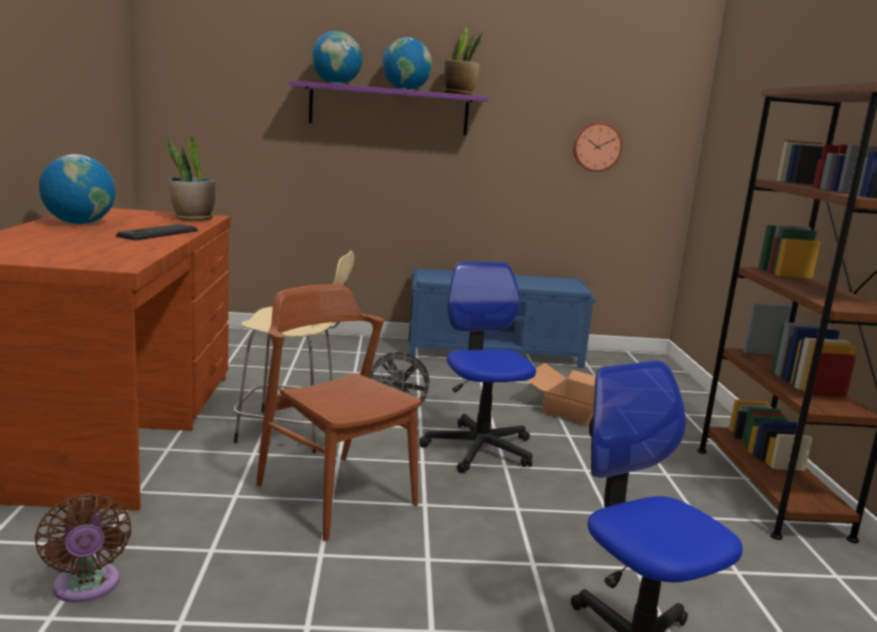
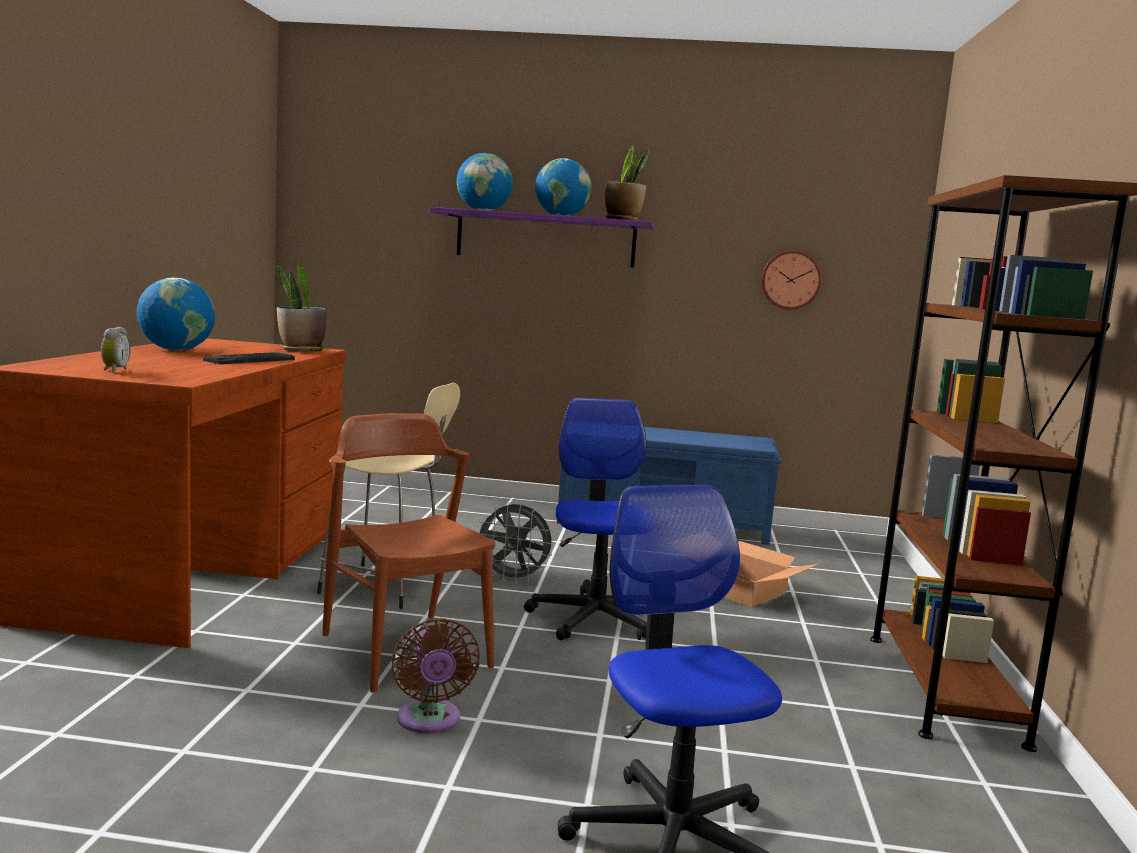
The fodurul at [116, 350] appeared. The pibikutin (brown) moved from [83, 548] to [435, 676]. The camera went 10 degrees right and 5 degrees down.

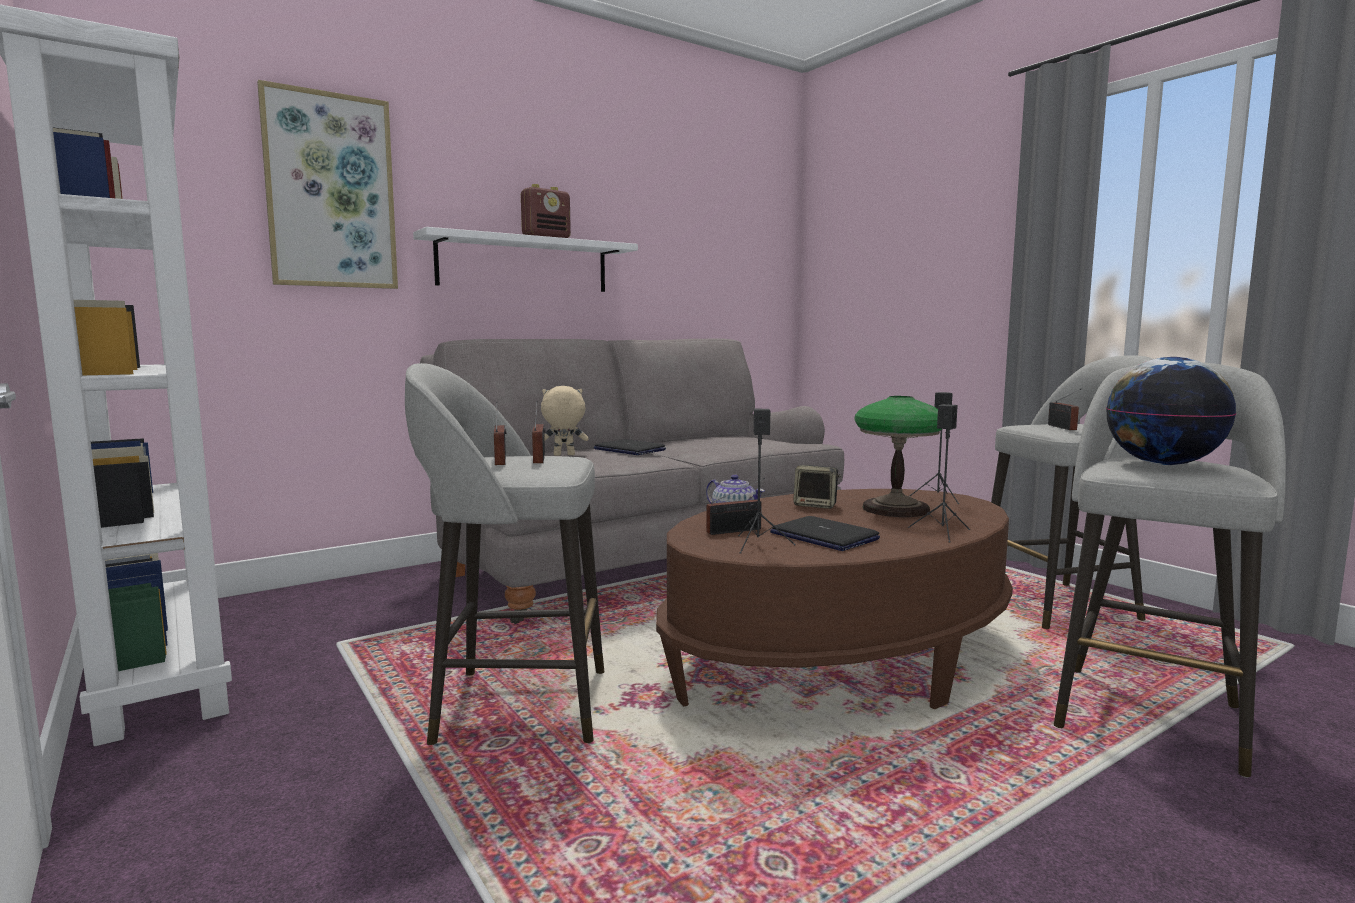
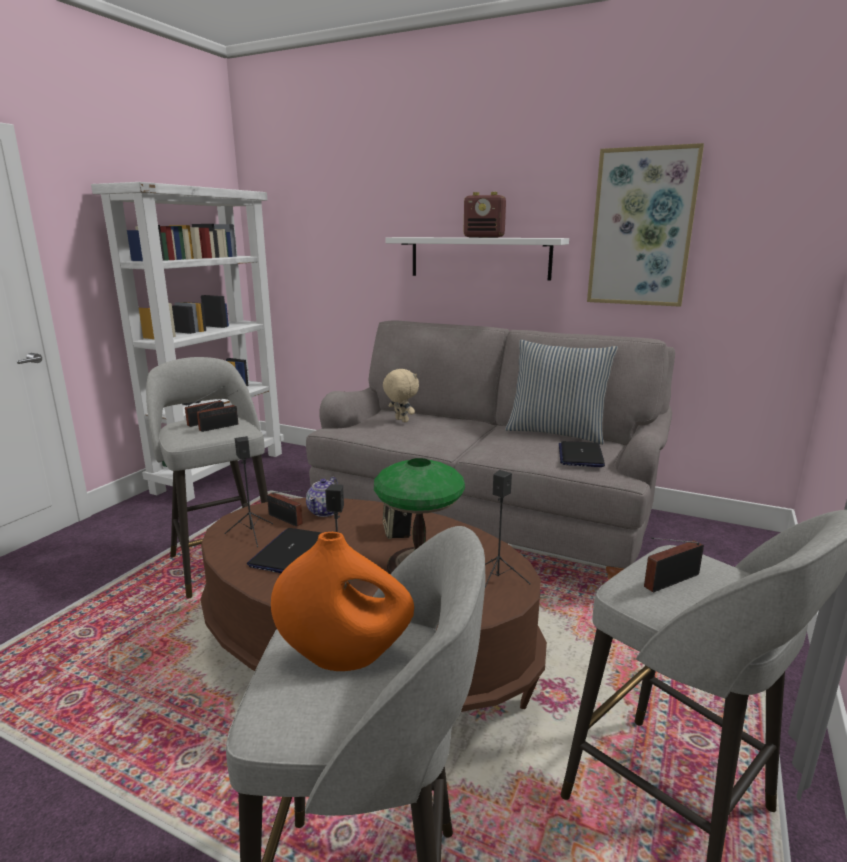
The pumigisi at [1171, 411] was replaced by the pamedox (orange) at [342, 601]. The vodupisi at [561, 392] appeared. The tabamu moved from [630, 447] to [582, 454]. The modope moved from [327, 184] to [645, 225]. The camera went 60 degrees right and 10 degrees up.

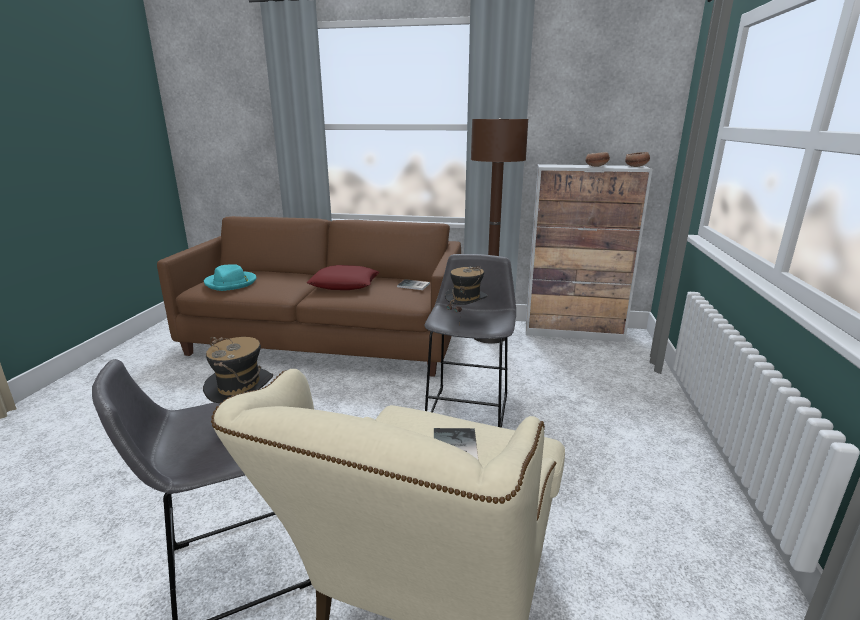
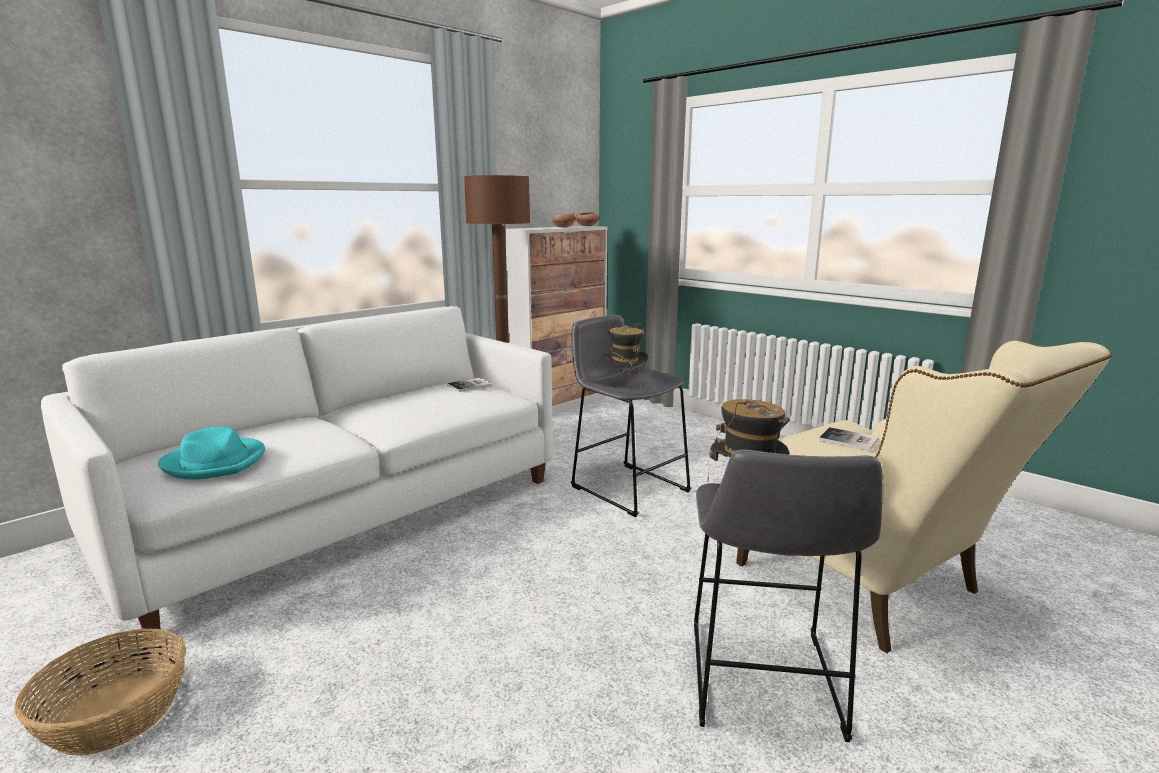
The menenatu at [100, 691] appeared. The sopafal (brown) at [309, 296] became the sopafal (white) at [297, 473]. The vodupisi (red) at [343, 277] disappeared. The camera went 55 degrees left and 5 degrees down.

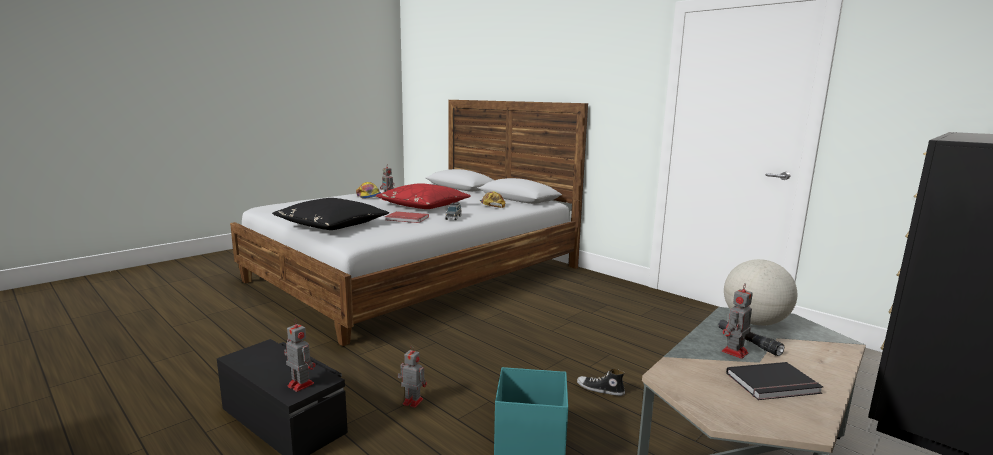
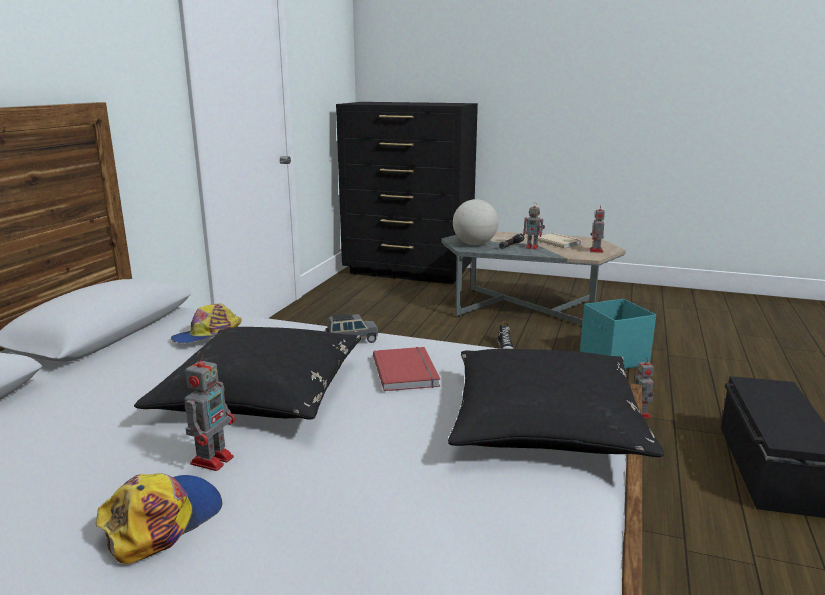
The vodupisi (red) at [423, 196] became the vodupisi (black) at [247, 373]. The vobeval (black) at [774, 381] became the vobeval (beige) at [560, 240]. The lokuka moved from [299, 356] to [597, 229]. The camera went 115 degrees left and 5 degrees up.

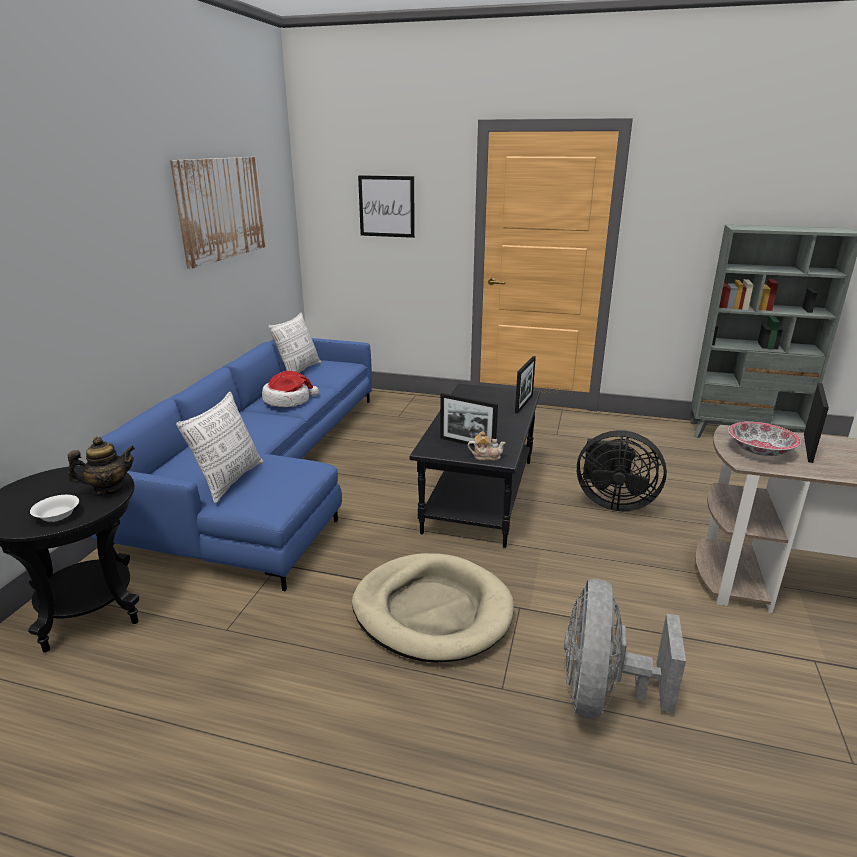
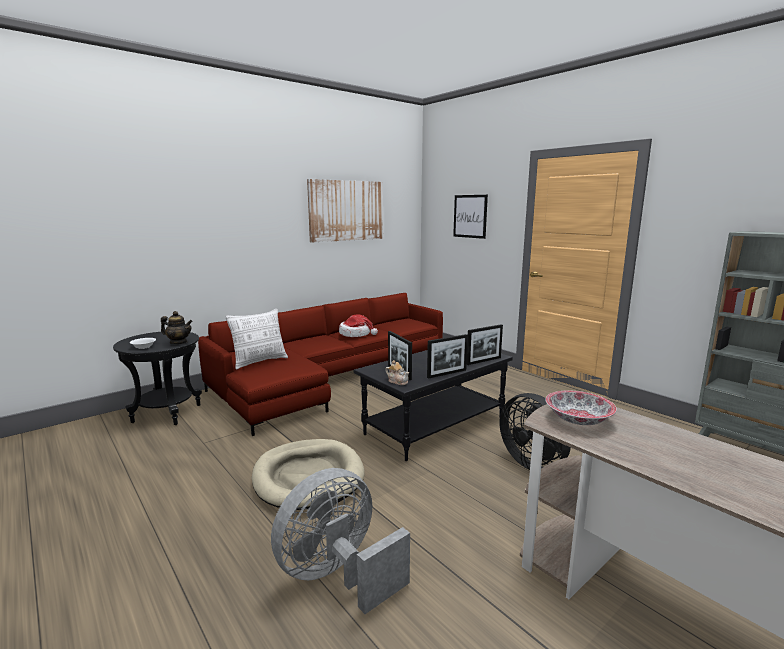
The sopafal (blue) at [232, 464] became the sopafal (red) at [320, 364]. The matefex moved from [816, 423] to [447, 356]. The vodupisi at [294, 342] disappeared. The camera went 35 degrees right and 10 degrees down.

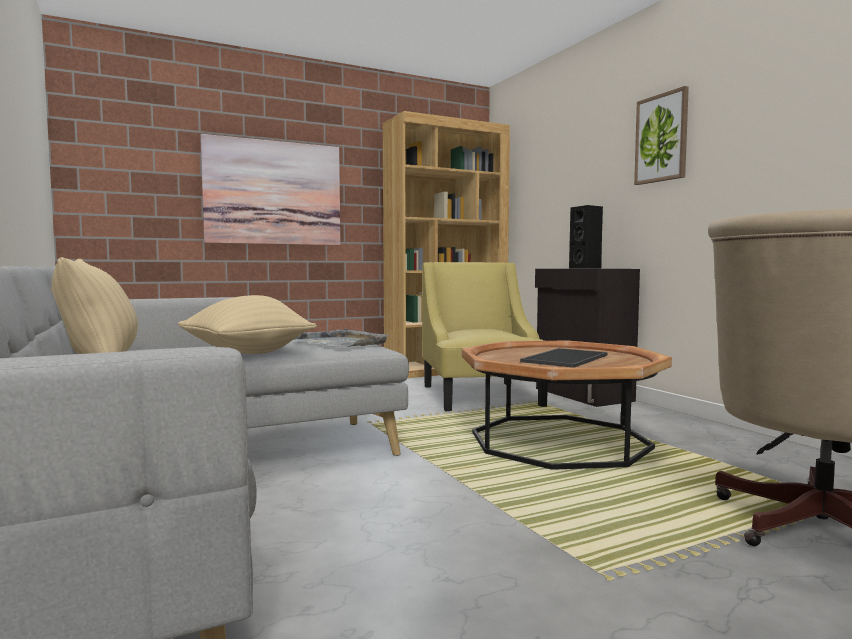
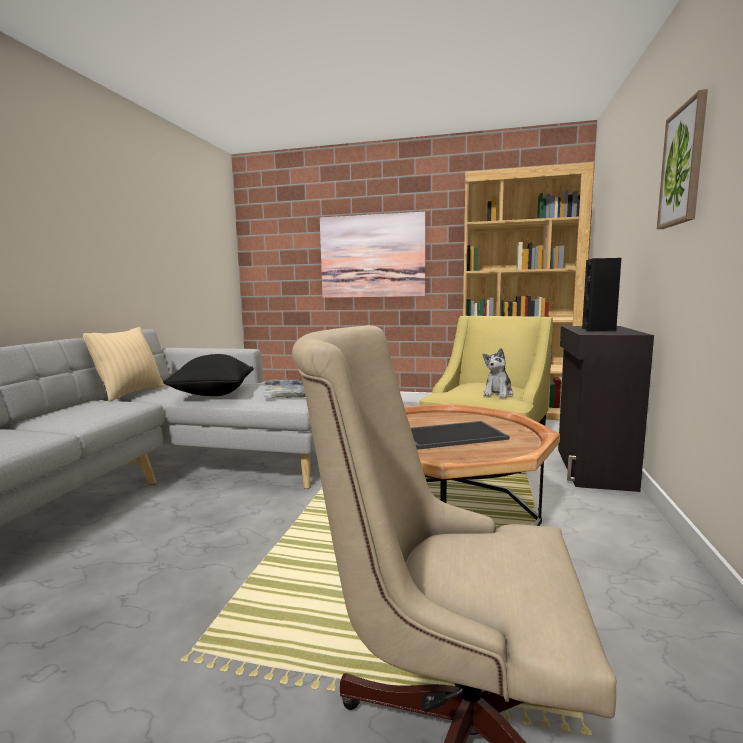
The vodupisi (beige) at [247, 324] became the vodupisi (black) at [208, 375]. The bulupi at [498, 373] appeared. The camera went 40 degrees right and 5 degrees up.

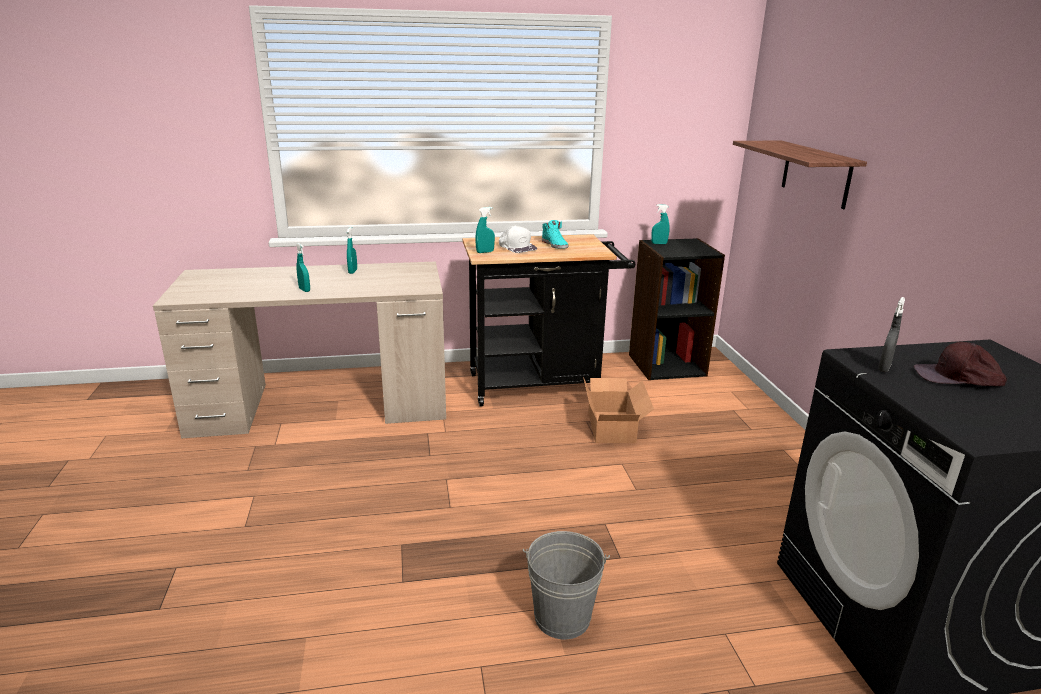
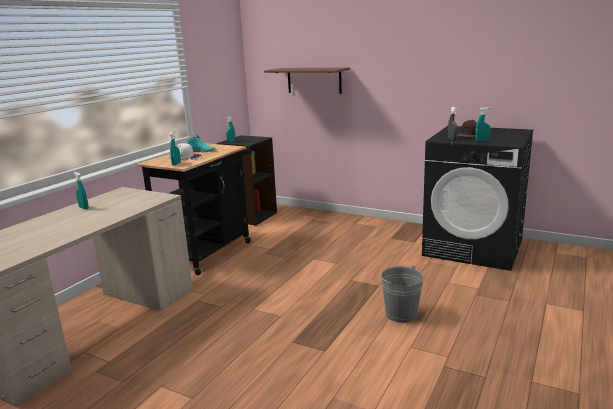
The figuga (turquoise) moved from [303, 267] to [483, 124]. The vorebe at [618, 410] disappeared. The camera went 50 degrees left and 5 degrees down.

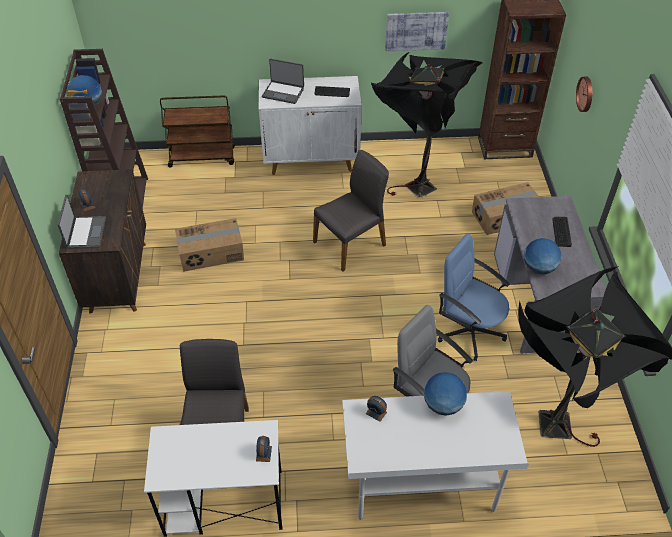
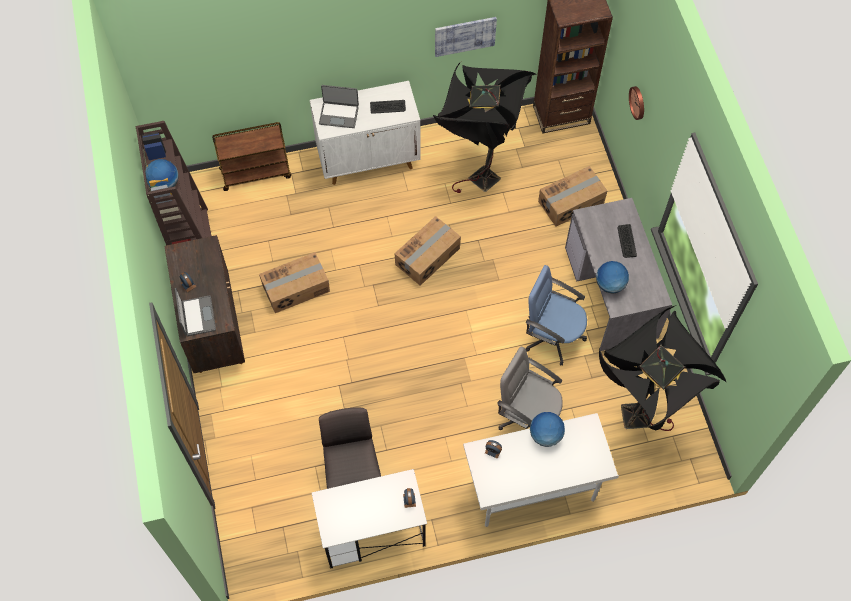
The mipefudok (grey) at [351, 211] was replaced by the vorebe at [427, 251]. The camera went 10 degrees left and 15 degrees up.

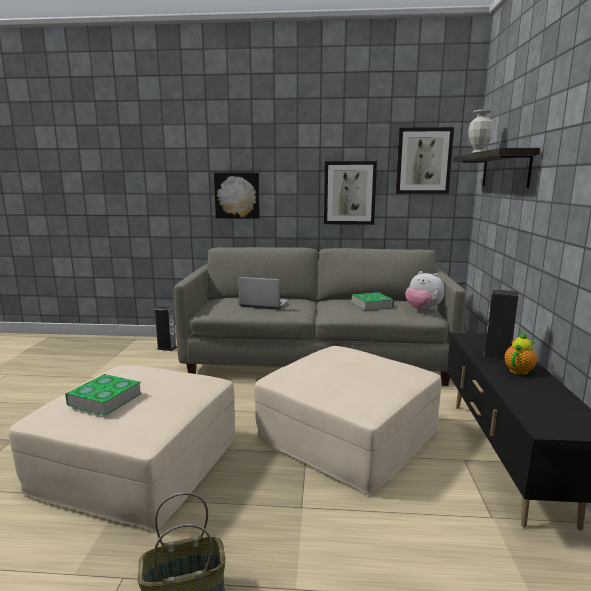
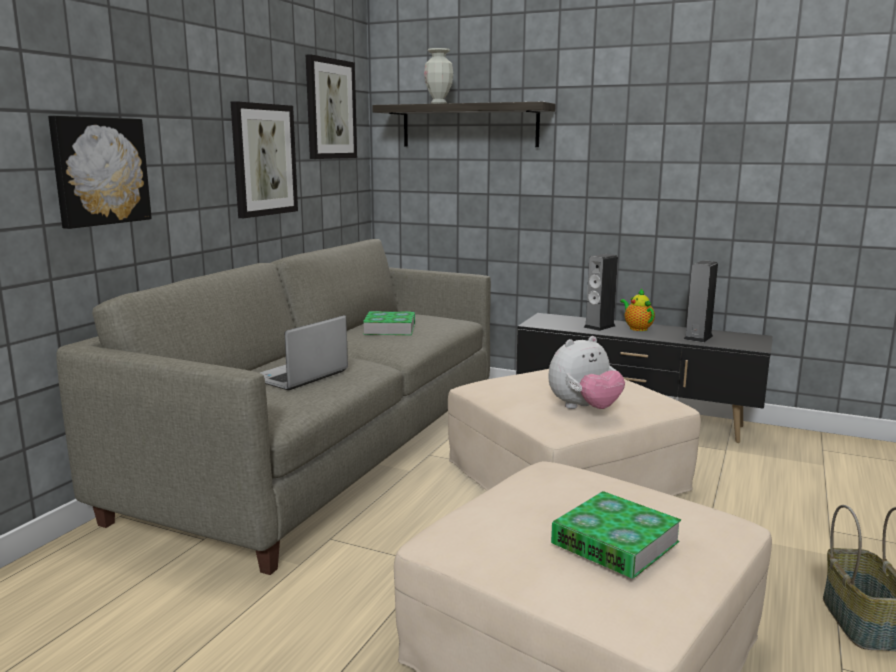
The bulupi moved from [425, 290] to [586, 372]. The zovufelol moved from [166, 328] to [701, 301]. The camera went 70 degrees left and 0 degrees up.

